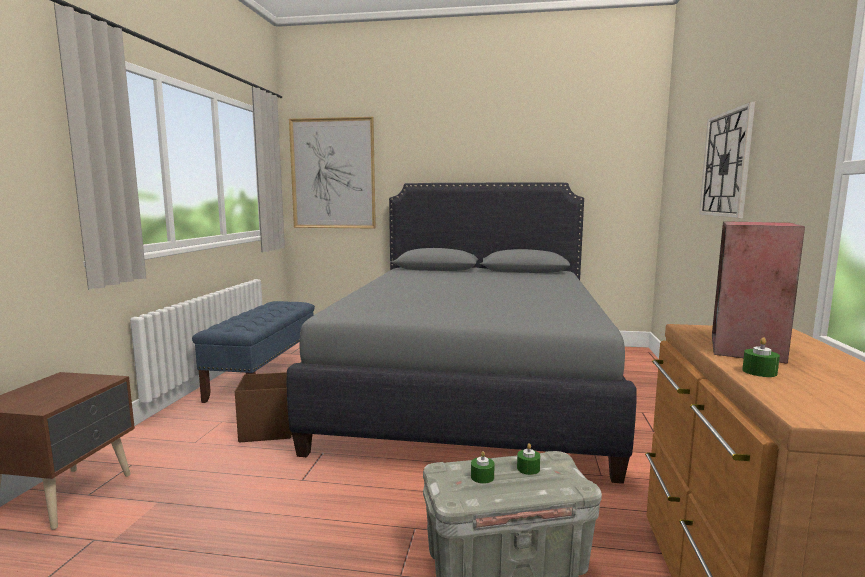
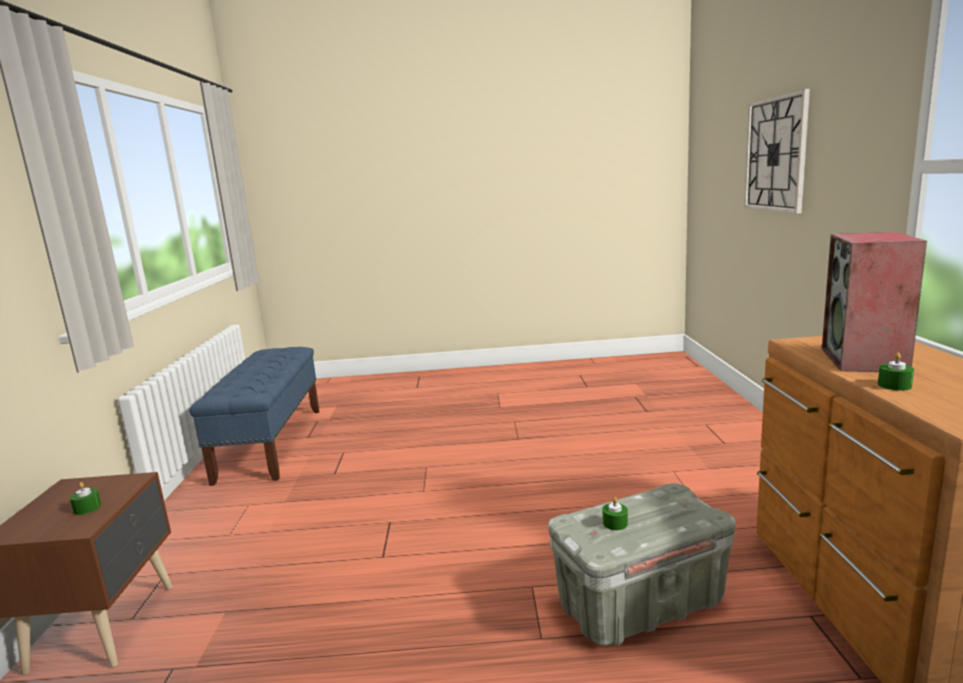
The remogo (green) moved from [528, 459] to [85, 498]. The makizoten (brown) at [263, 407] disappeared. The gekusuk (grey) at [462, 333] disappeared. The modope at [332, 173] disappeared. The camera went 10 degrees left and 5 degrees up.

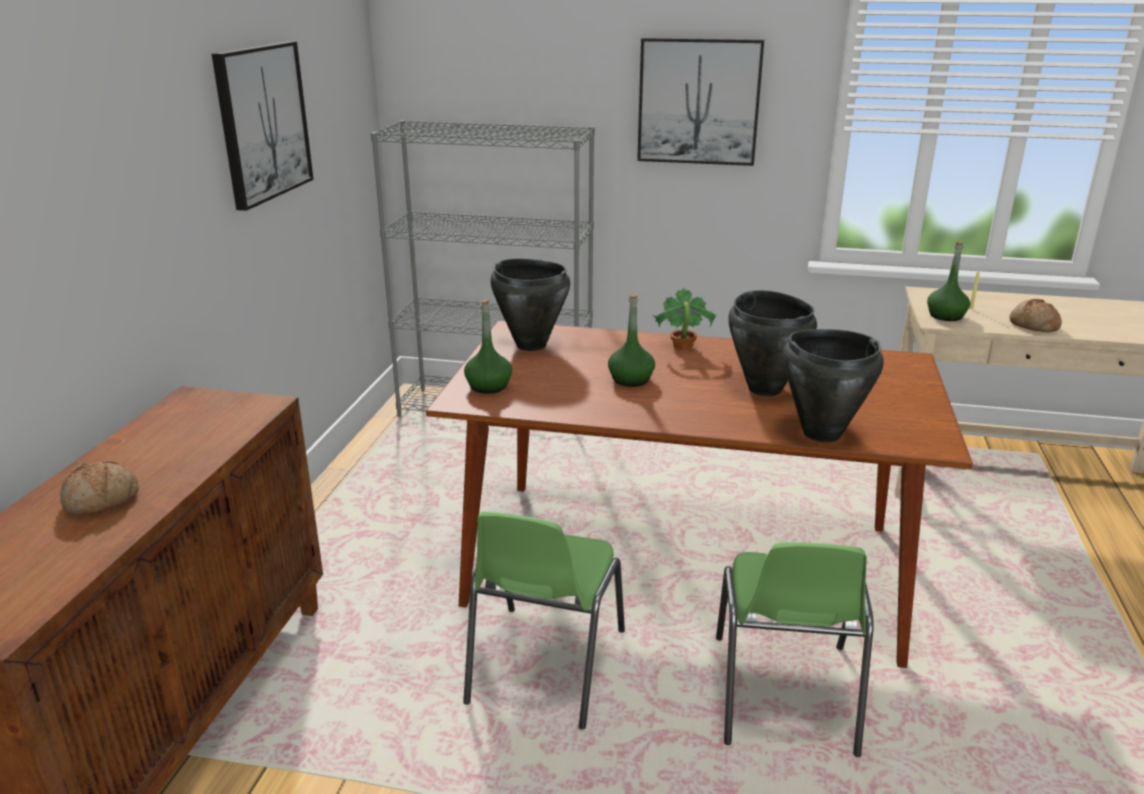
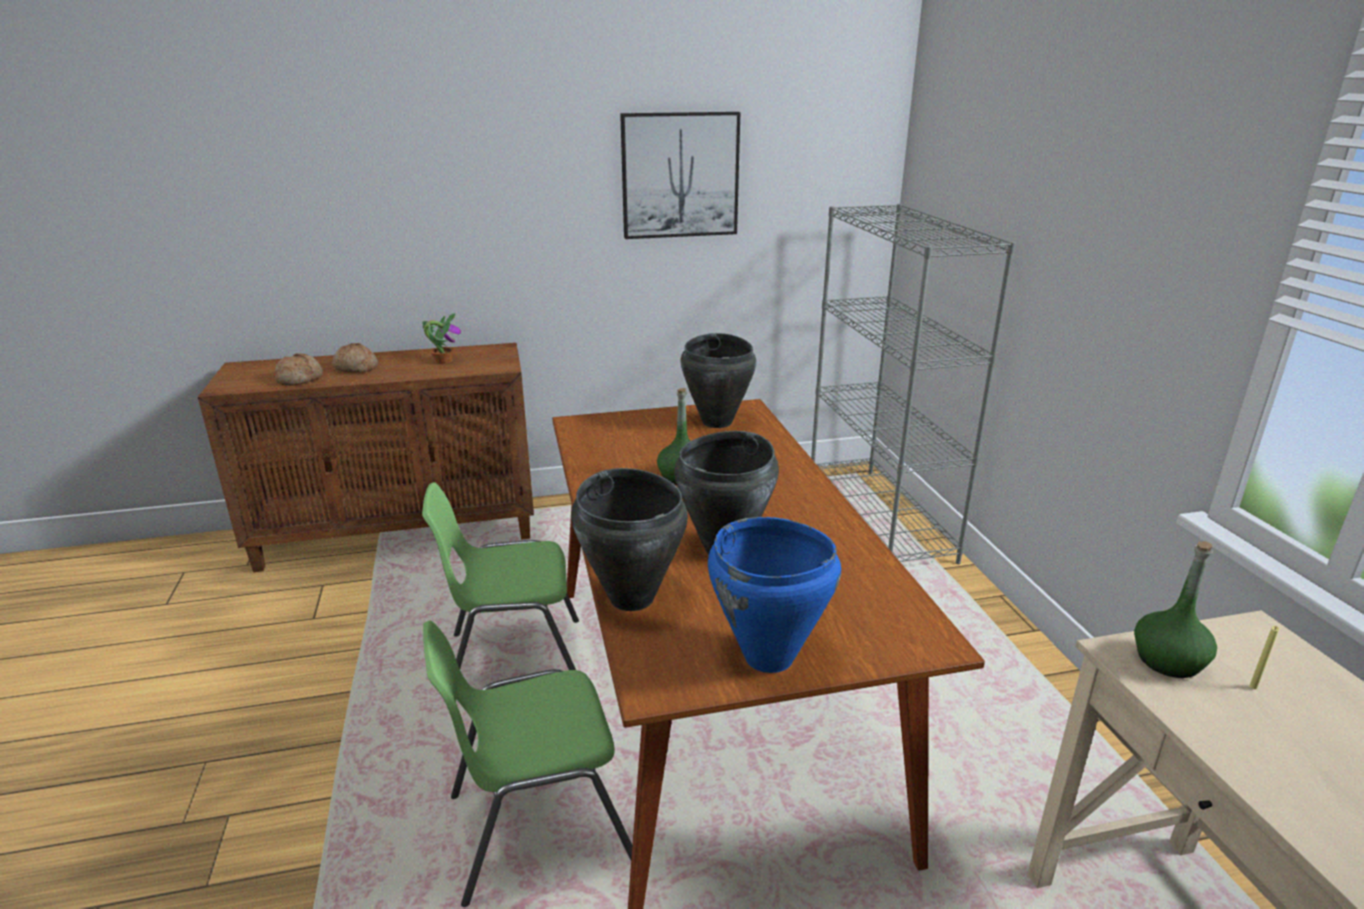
The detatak moved from [1036, 316] to [299, 369]. The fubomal moved from [685, 319] to [442, 338]. The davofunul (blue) at [774, 595] appeared. The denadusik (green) at [488, 346] disappeared. The modope at [700, 102] disappeared. The camera went 65 degrees right and 0 degrees up.

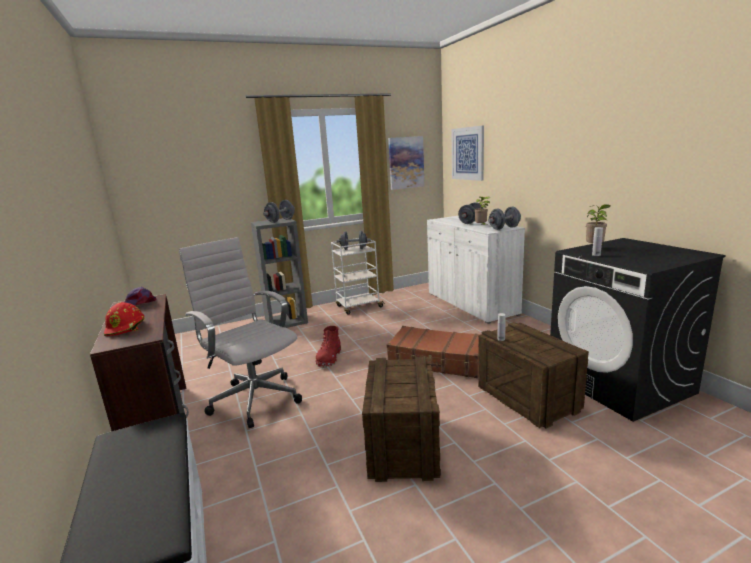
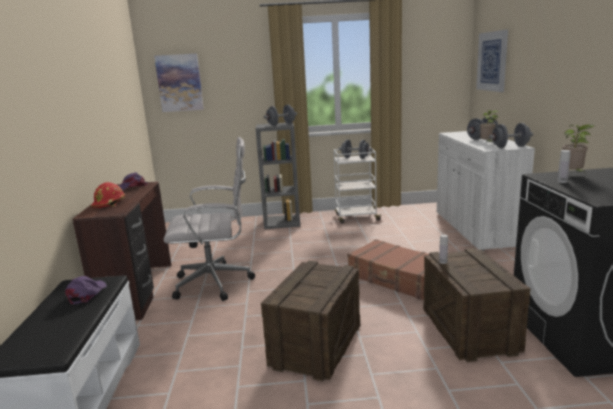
The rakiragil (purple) at [86, 290] appeared. The modope moved from [406, 163] to [179, 82]. The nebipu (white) at [240, 332] turned 105 degrees clockwise. The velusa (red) at [328, 347] disappeared. The camera went 20 degrees right and 0 degrees up.

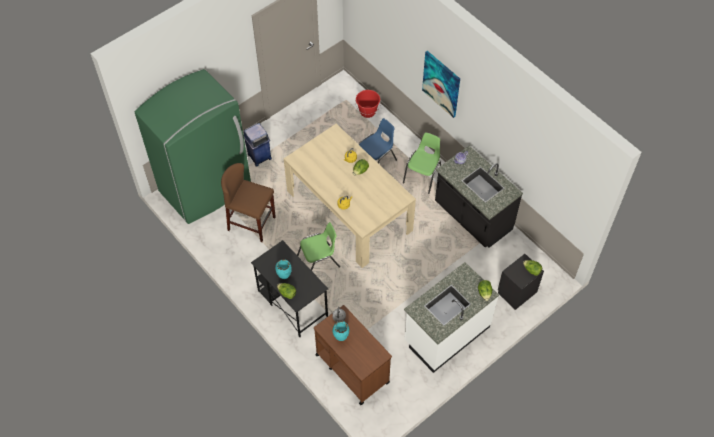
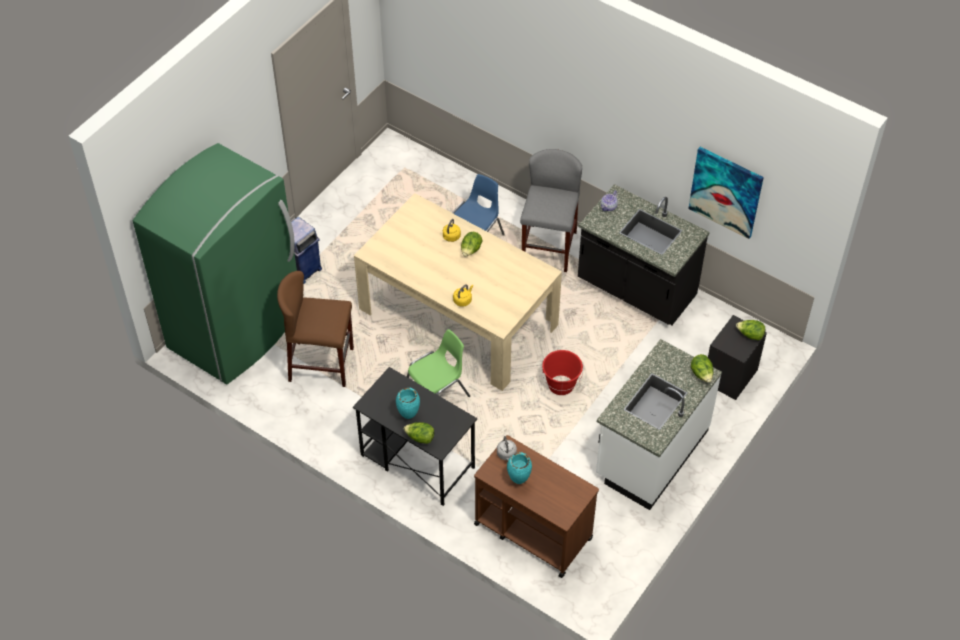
The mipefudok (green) at [422, 163] was replaced by the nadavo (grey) at [551, 210]. The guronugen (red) moved from [368, 104] to [562, 372]. The modope moved from [441, 84] to [726, 193]. The camera went 15 degrees left and 5 degrees down.

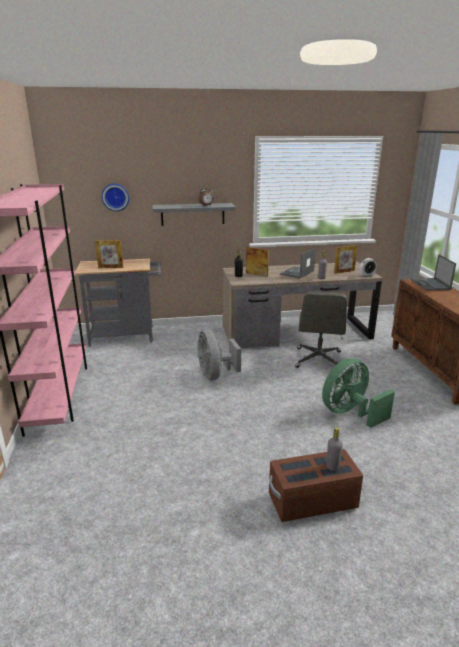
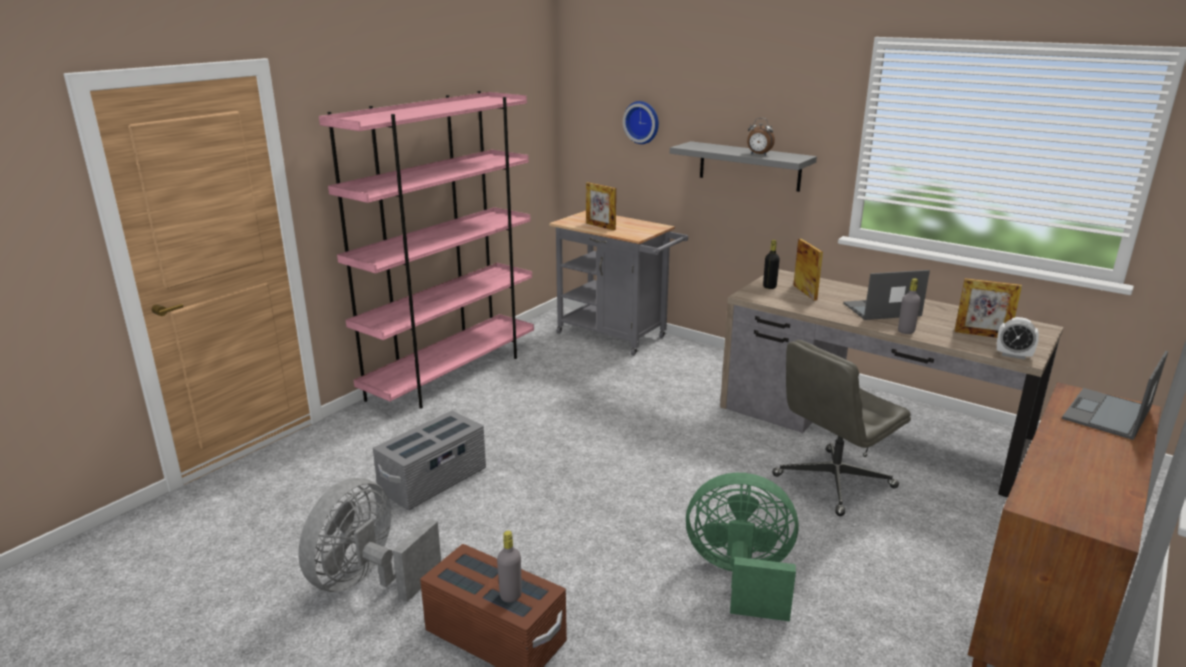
The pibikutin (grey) moved from [219, 355] to [369, 540]. The makizoten (grey) at [429, 460] appeared. The camera went 45 degrees right and 0 degrees up.

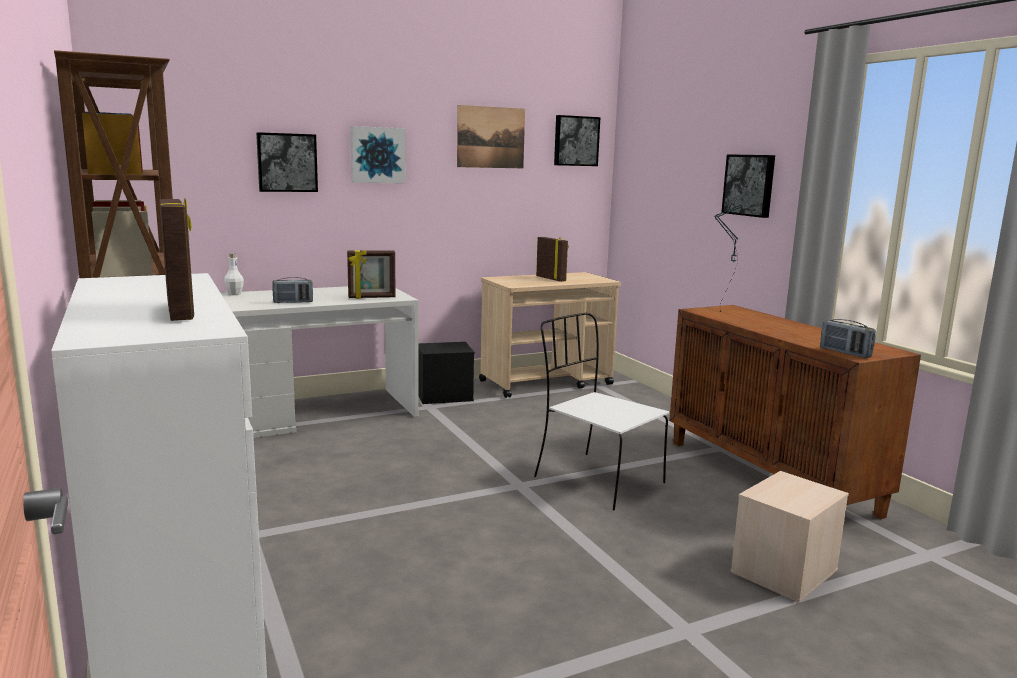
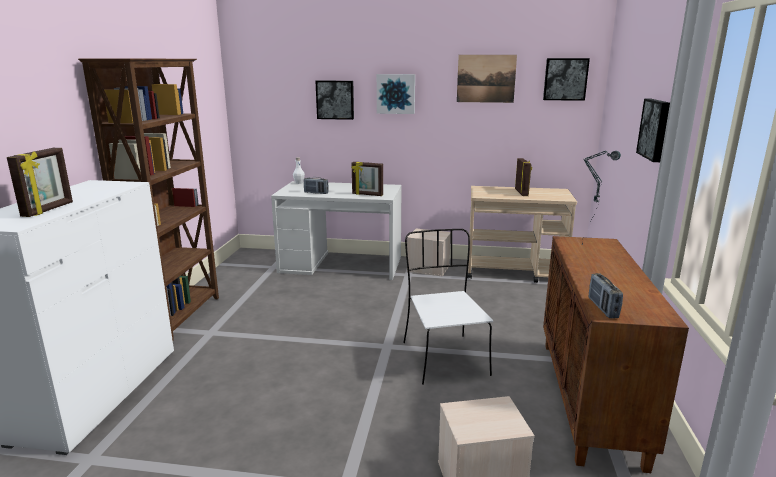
The makizoten (black) at [447, 373] became the makizoten (beige) at [429, 252]. The camera went 35 degrees right and 5 degrees up.

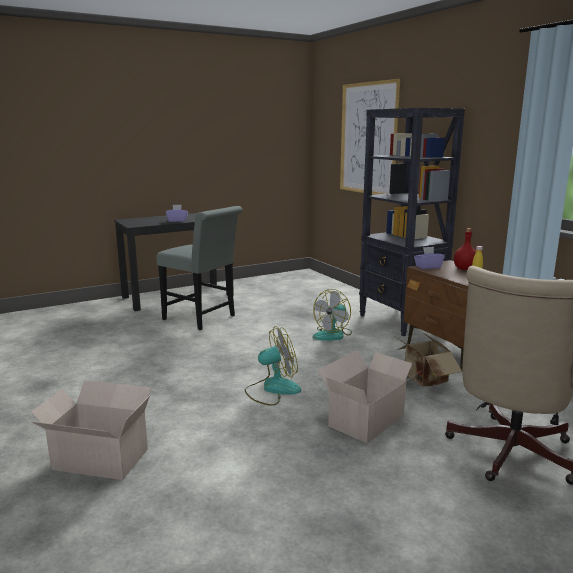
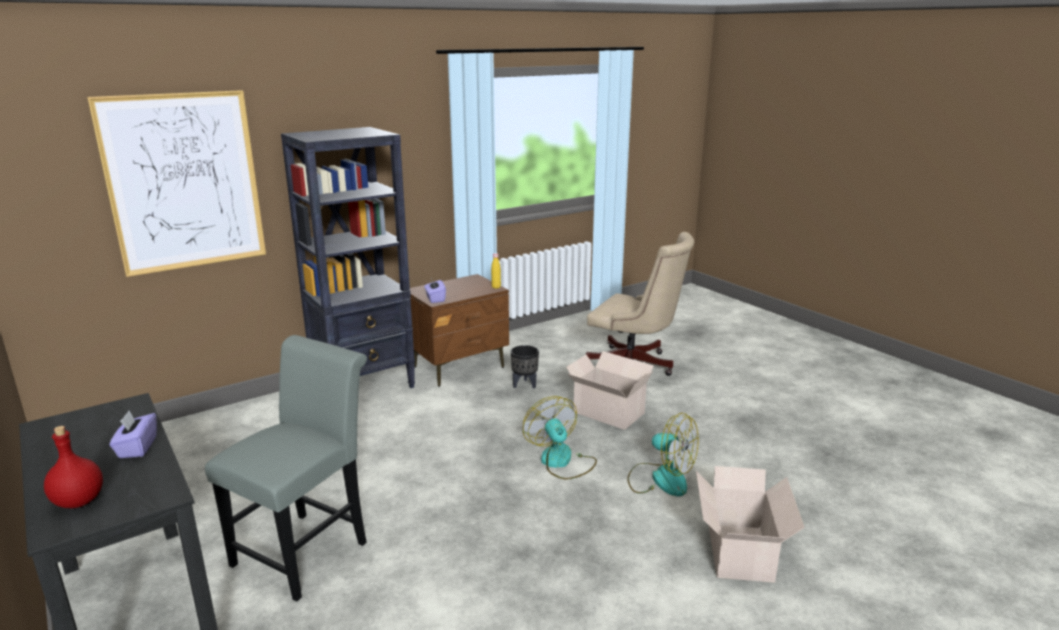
The denadusik (red) moved from [465, 249] to [73, 467]. The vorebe at [429, 359] was replaced by the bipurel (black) at [525, 367]. The pibikutin moved from [332, 315] to [663, 454]. The camera went 95 degrees left and 5 degrees up.

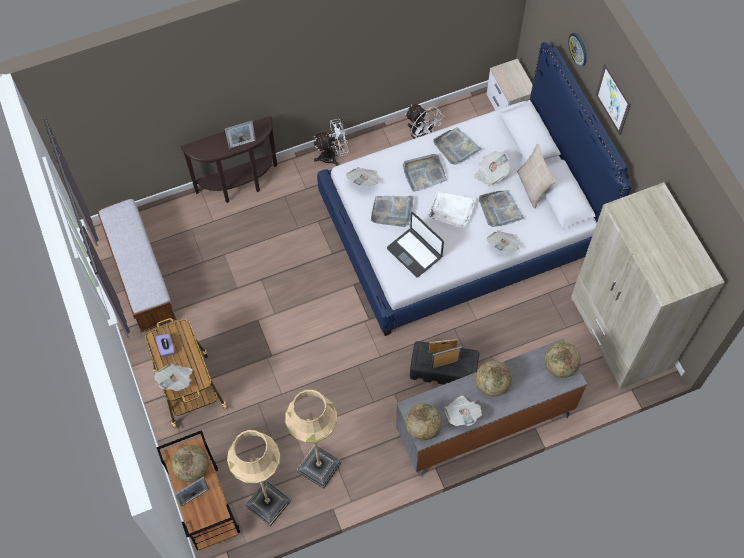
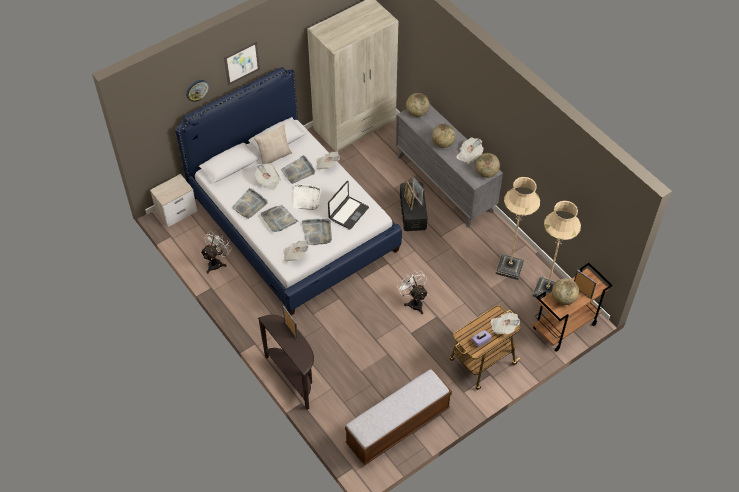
The pibikutin (white) moved from [331, 142] to [412, 292]. The camera went 105 degrees left and 10 degrees down.

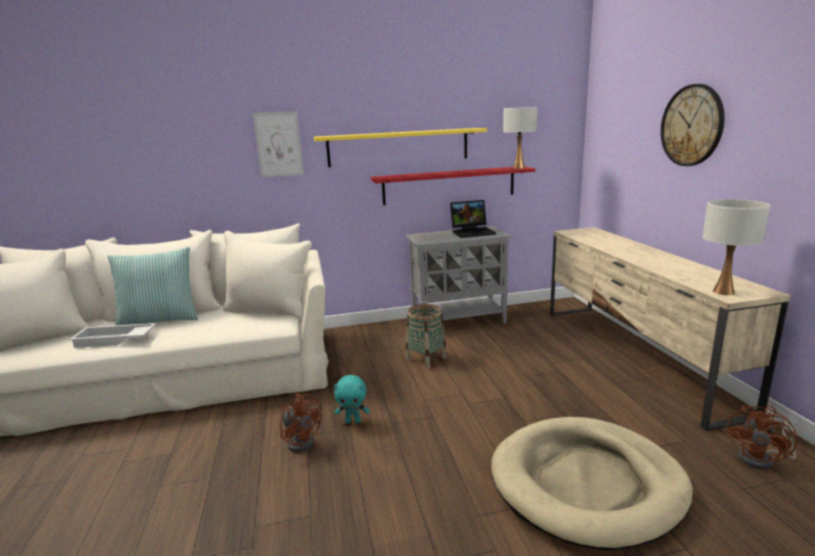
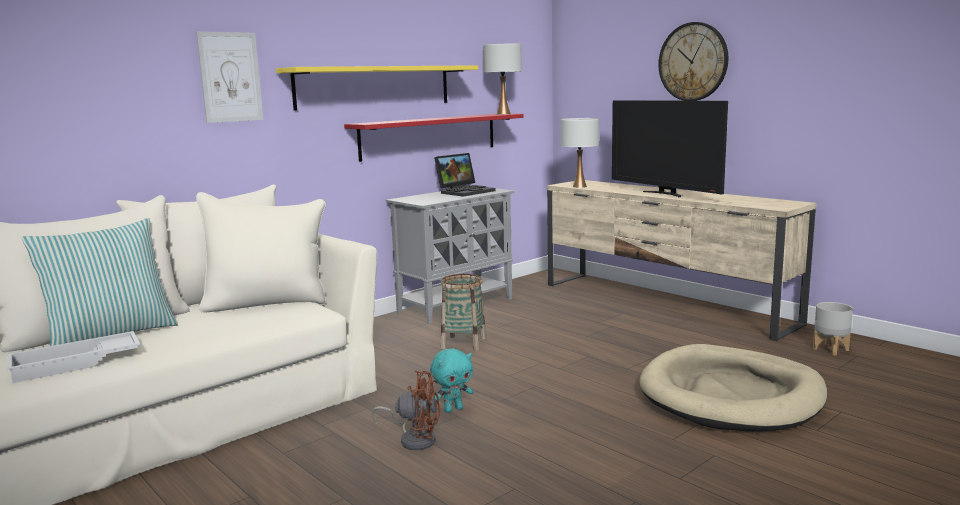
The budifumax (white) moved from [736, 247] to [580, 153]. The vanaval at [670, 148] appeared. The pibikutin (brown) at [762, 437] was replaced by the bipurel (grey) at [833, 328]. The camera went 30 degrees left and 5 degrees down.

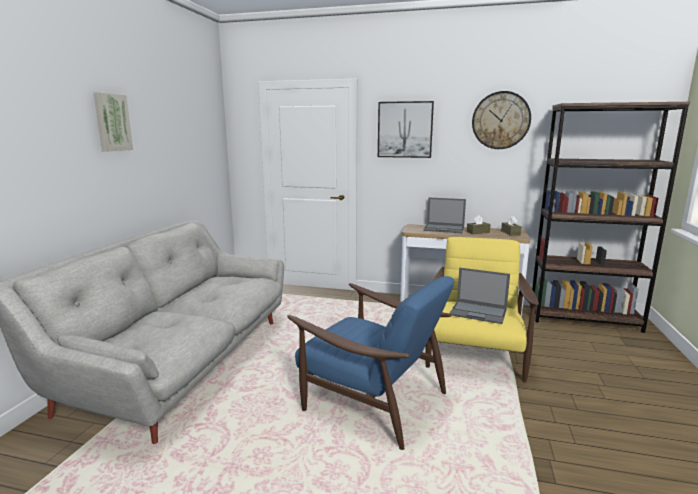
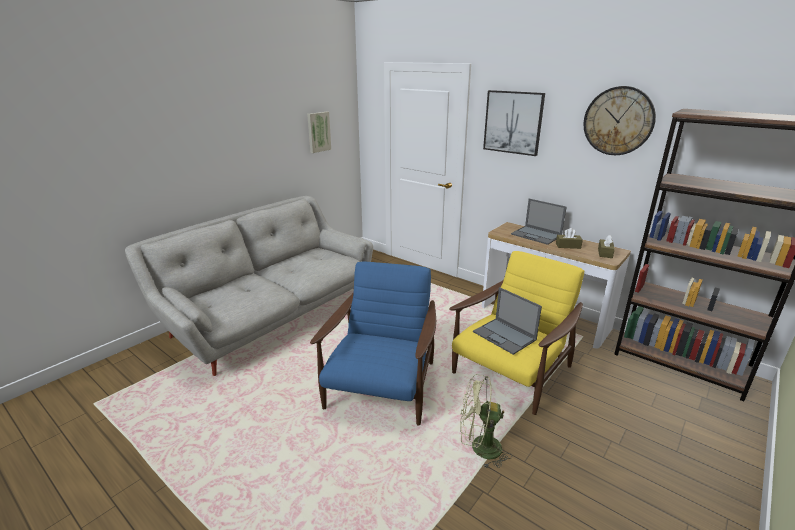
The modope moved from [113, 122] to [319, 132]. The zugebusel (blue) at [370, 363] turned 135 degrees counterclockwise. The pibikutin (green) at [486, 421] appeared. The camera went 25 degrees right and 10 degrees up.

